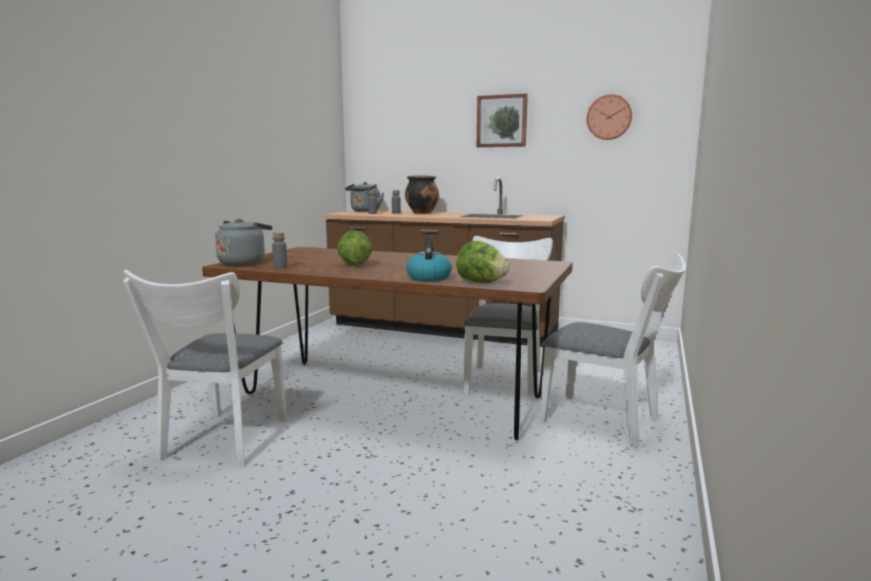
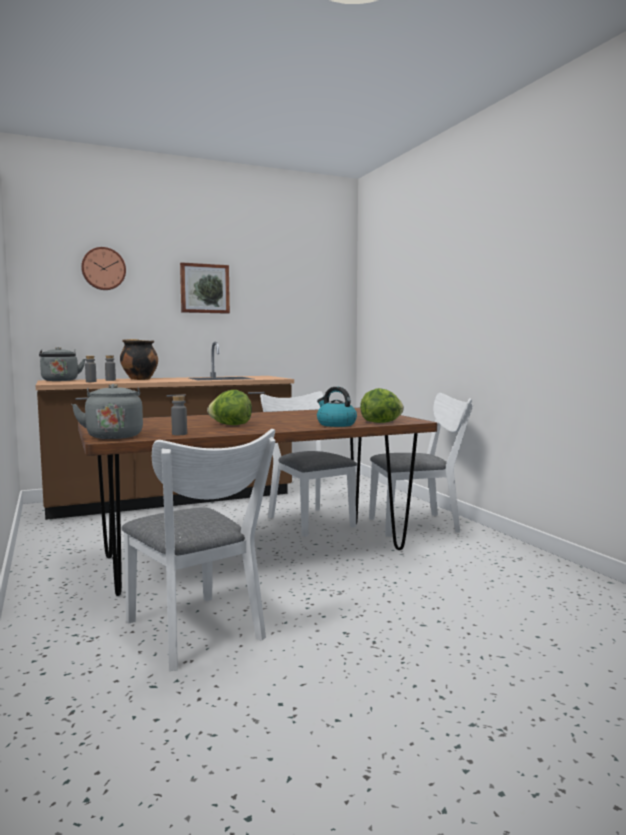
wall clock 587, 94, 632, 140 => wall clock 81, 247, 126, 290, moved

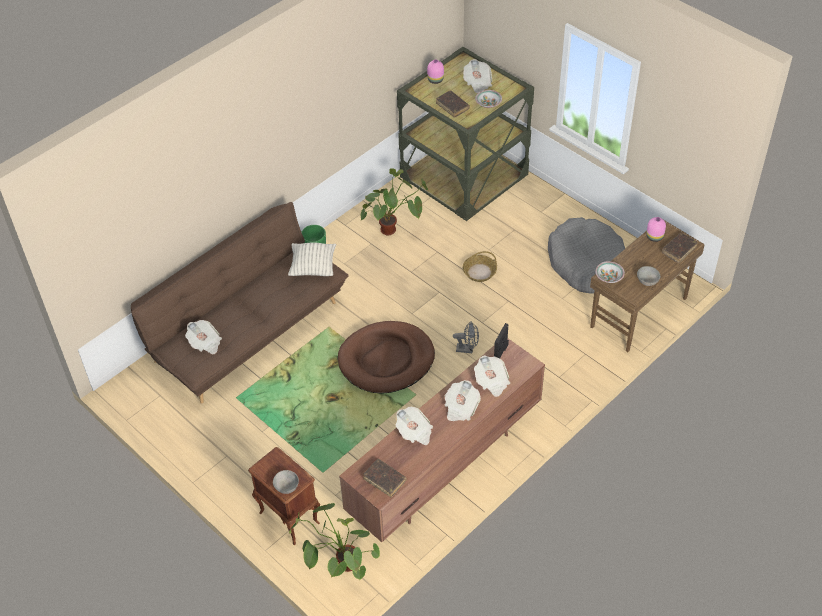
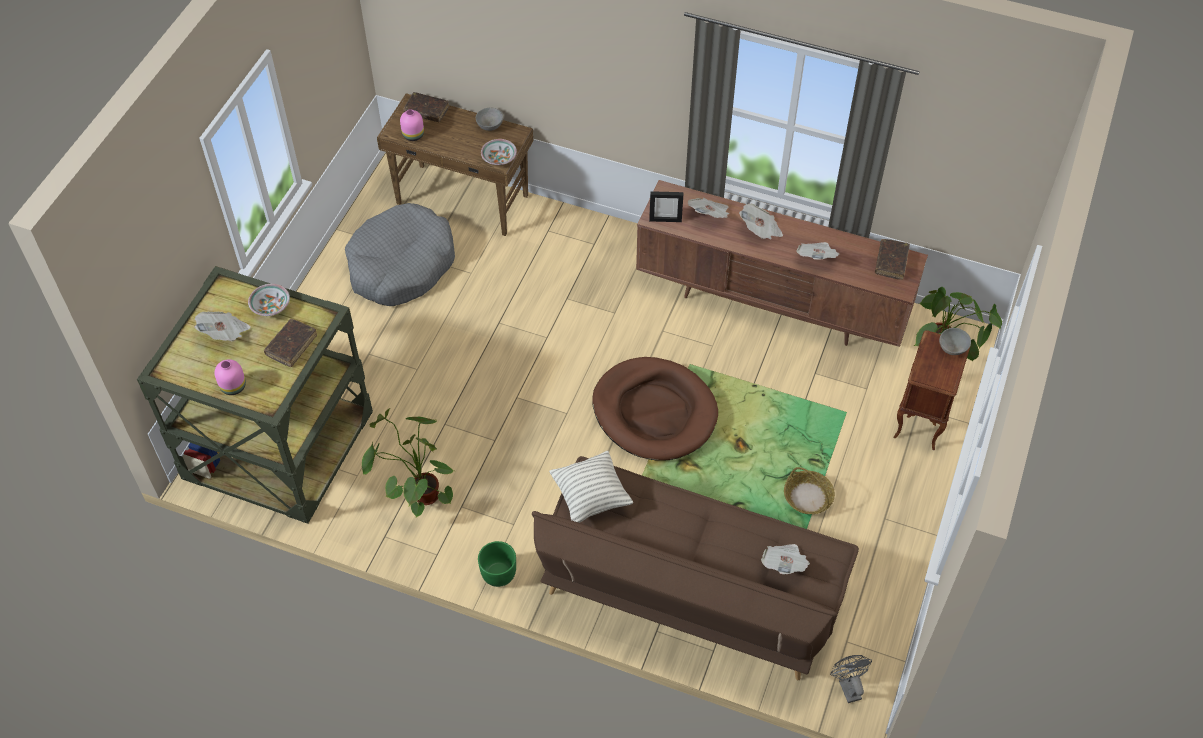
basket 463, 251, 497, 282 => basket 784, 467, 835, 514, moved
grey fan 453, 321, 479, 353 => grey fan 830, 655, 872, 703, moved

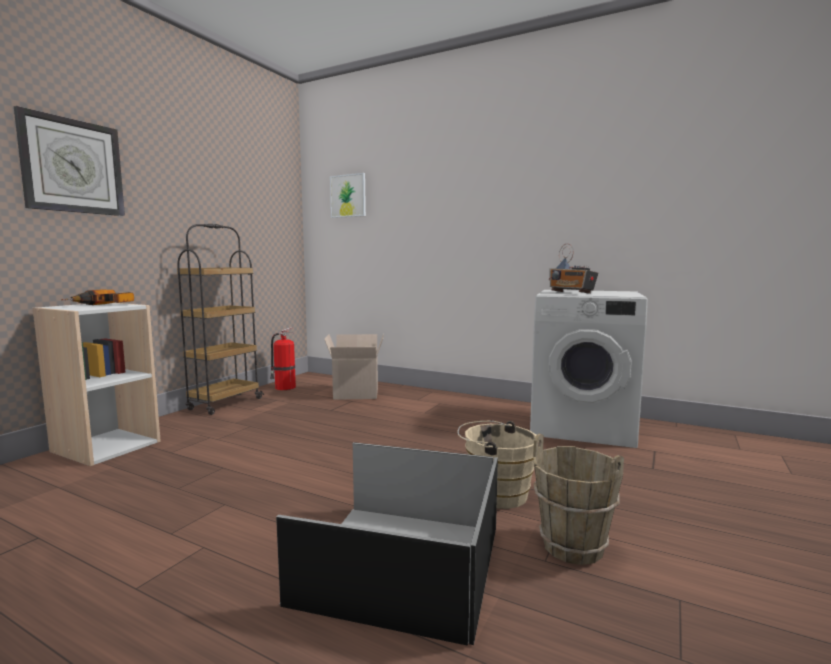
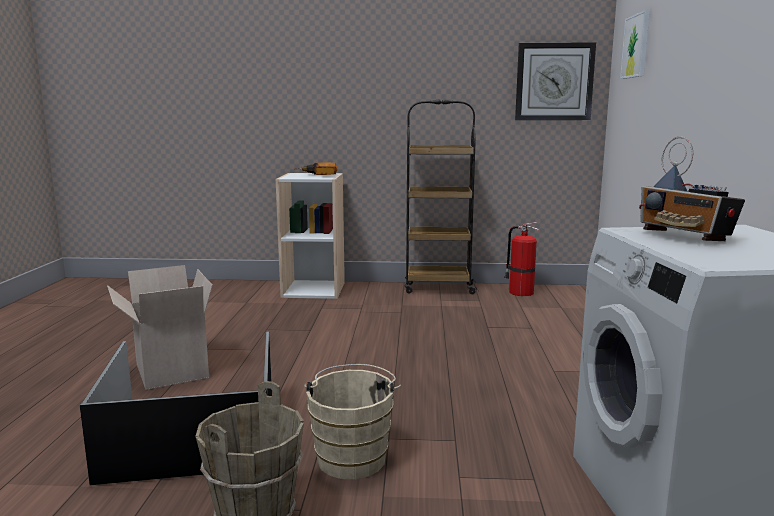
wall clock 14, 106, 125, 216 => wall clock 515, 42, 596, 120, moved
radio 549, 243, 598, 294 => radio 639, 136, 745, 241, 60 degrees counterclockwise
cardboard box 324, 333, 384, 400 => cardboard box 107, 265, 213, 390, moved

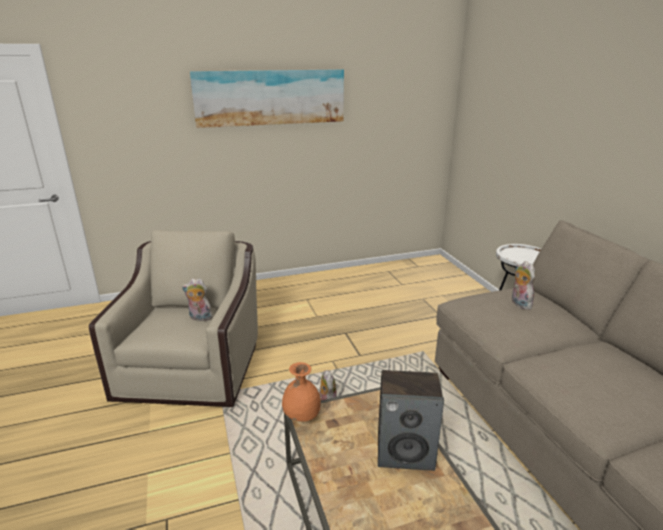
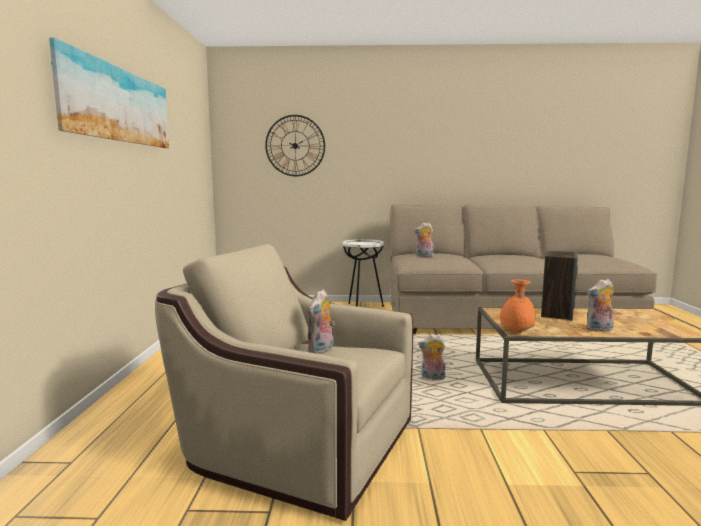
nothing => wall clock 265, 115, 325, 176
nothing => plush toy 586, 279, 616, 332

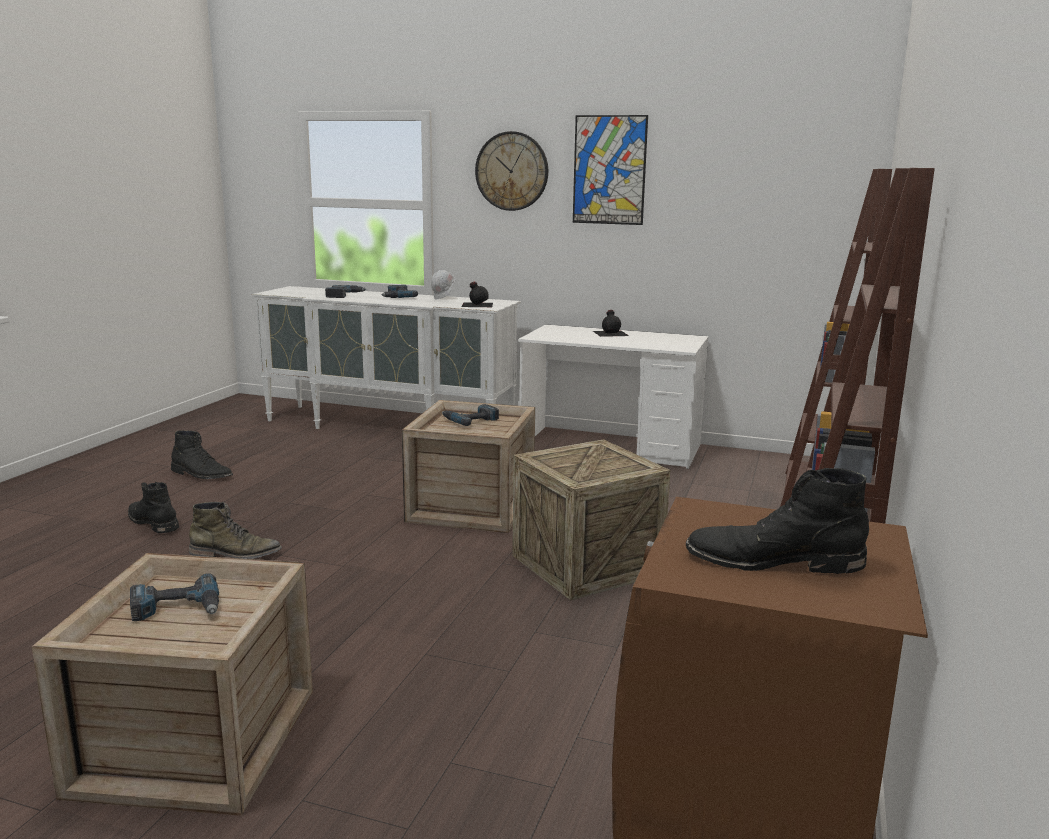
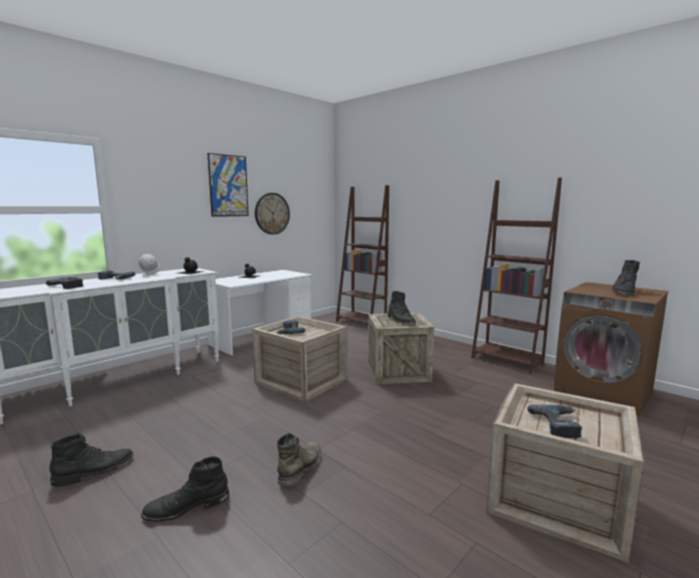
wall clock 475, 131, 548, 211 => wall clock 255, 193, 290, 235, moved
nothing => black boot 387, 291, 416, 324

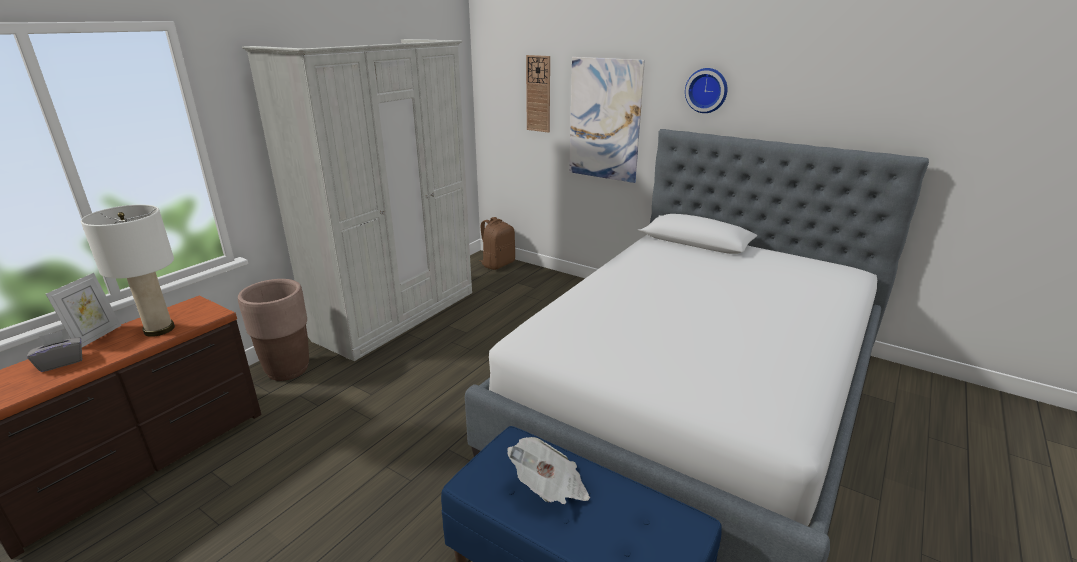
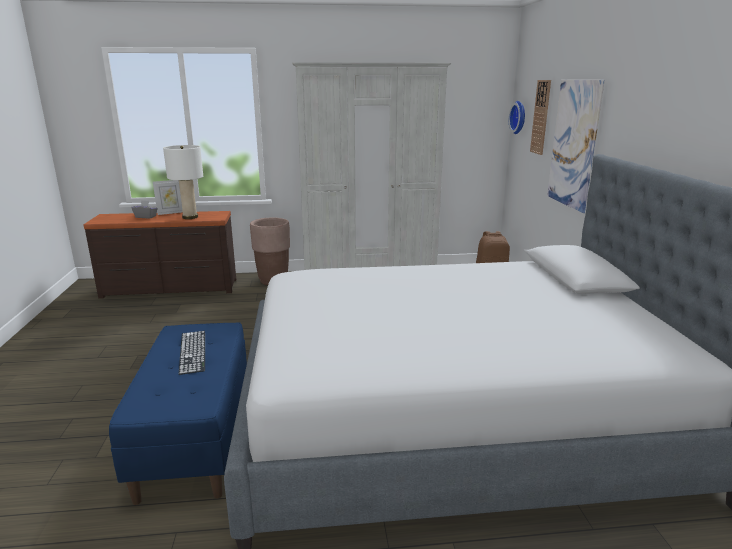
wall clock 685, 68, 727, 113 => wall clock 509, 101, 525, 134, moved
newspaper 507, 437, 590, 504 => keyboard 179, 331, 205, 375

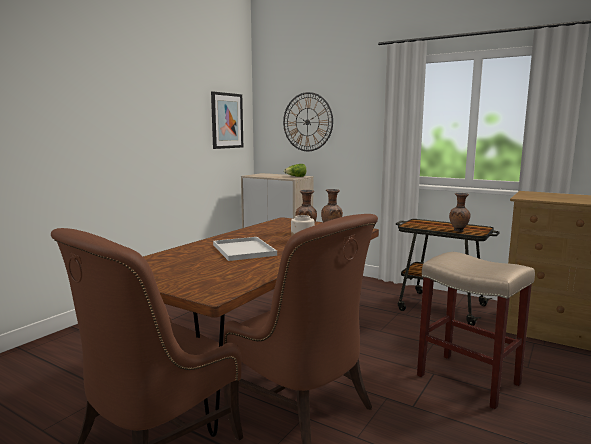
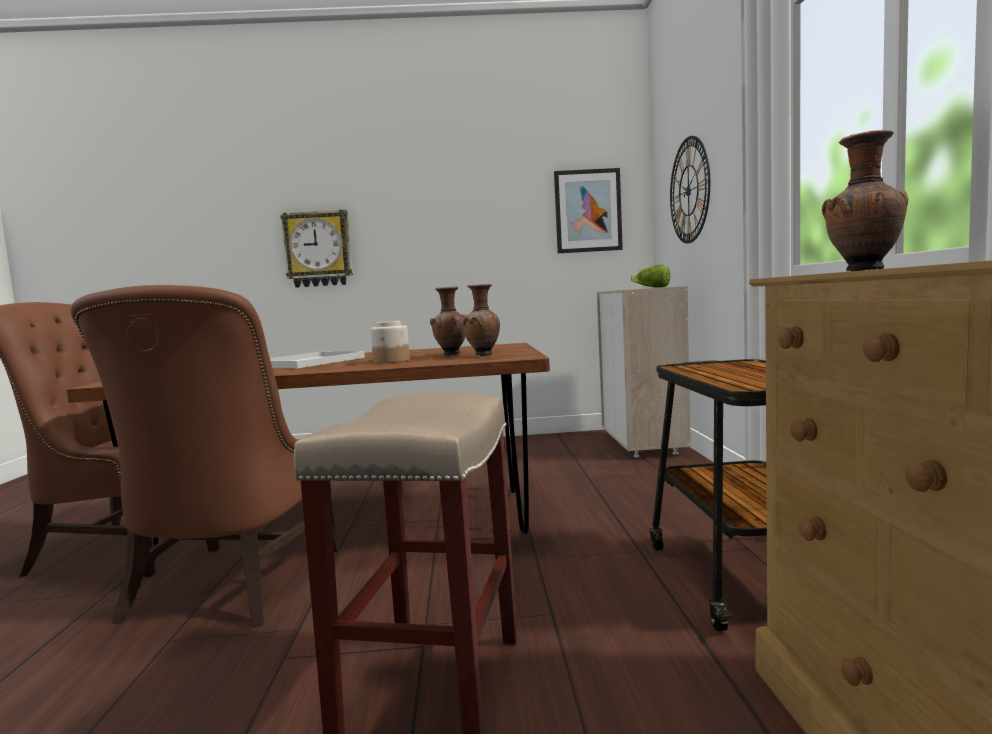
brown vase 449, 193, 471, 232 => brown vase 822, 130, 908, 272, moved
nothing => wall clock 280, 210, 353, 288

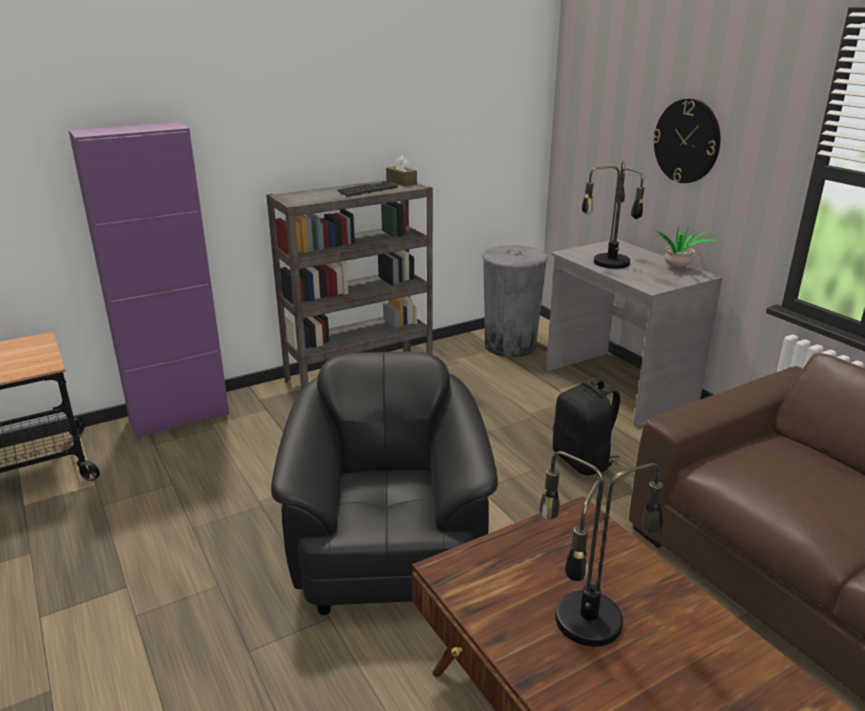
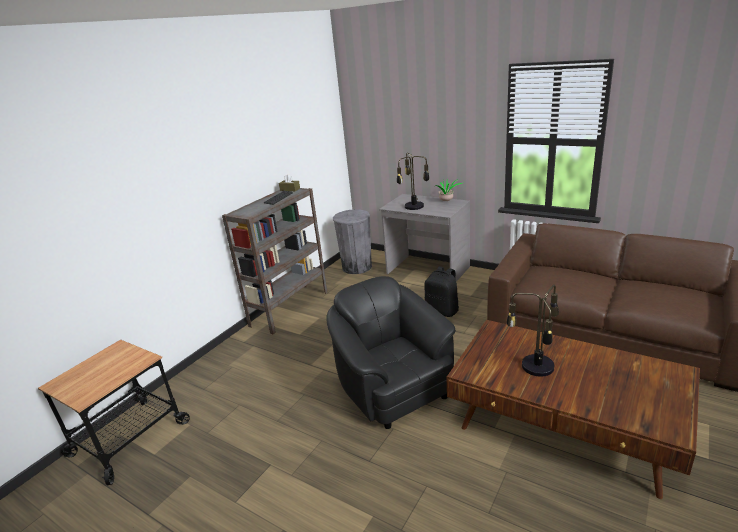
wall clock 652, 99, 720, 183 => nothing
purple cabinet 69, 122, 229, 439 => nothing

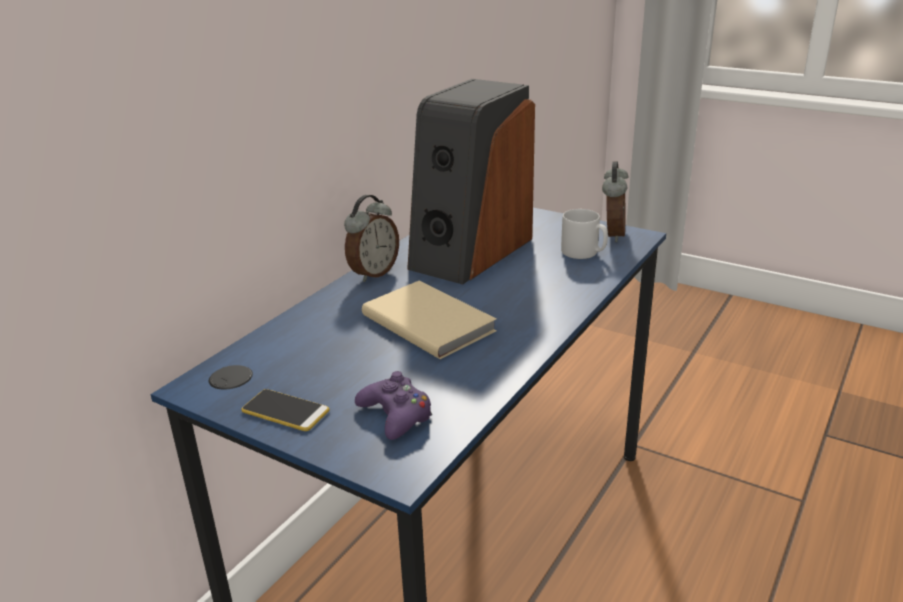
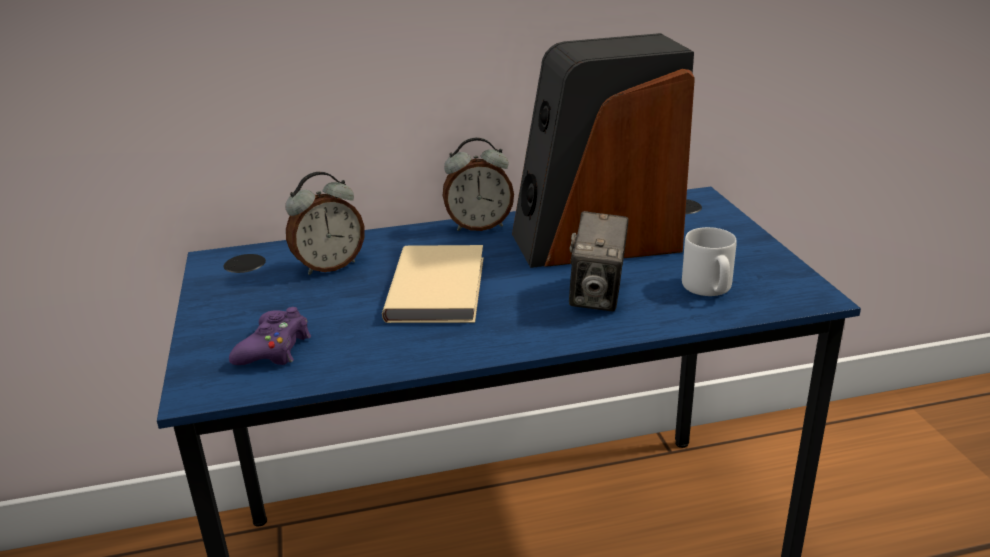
alarm clock 602, 161, 629, 242 => alarm clock 285, 172, 365, 275, moved
phone 241, 389, 329, 431 => nothing
nothing => photo camera 569, 211, 628, 311

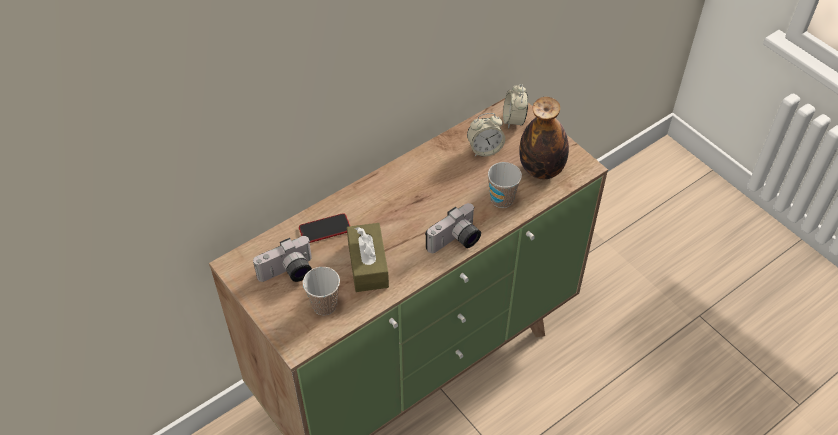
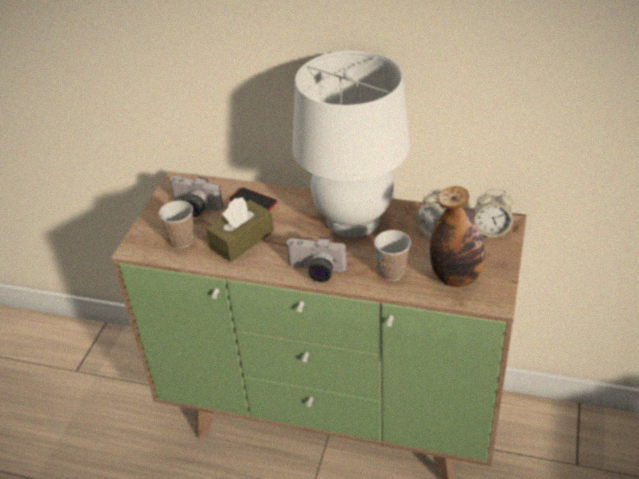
alarm clock 503, 84, 528, 129 => alarm clock 474, 189, 513, 237, 135 degrees counterclockwise
nothing => white table lamp 292, 51, 410, 237

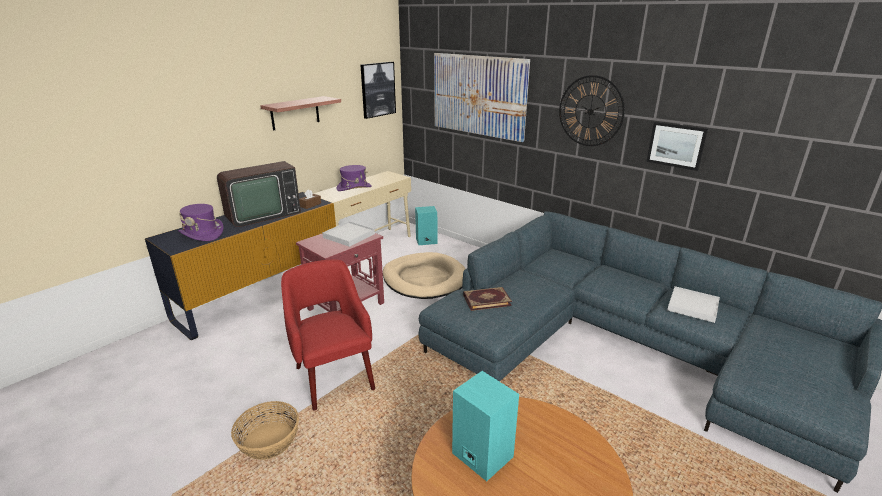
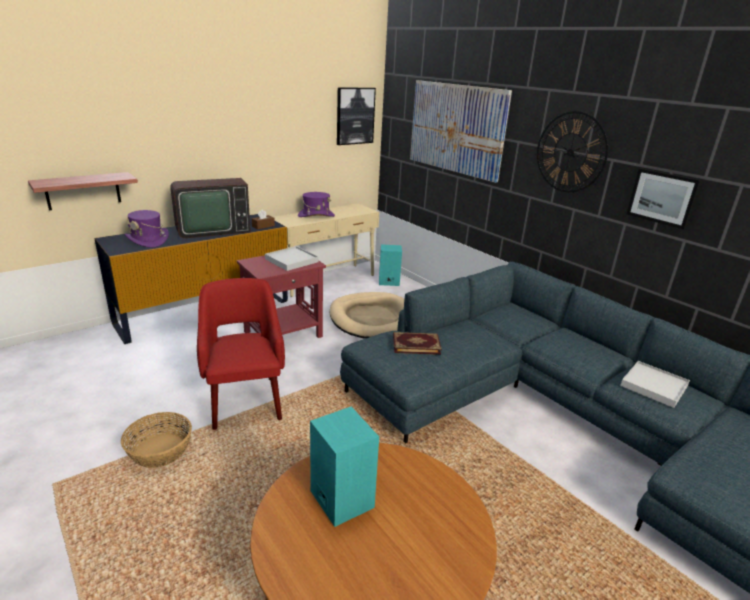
shelf 260, 96, 341, 130 => shelf 28, 172, 138, 210, moved

